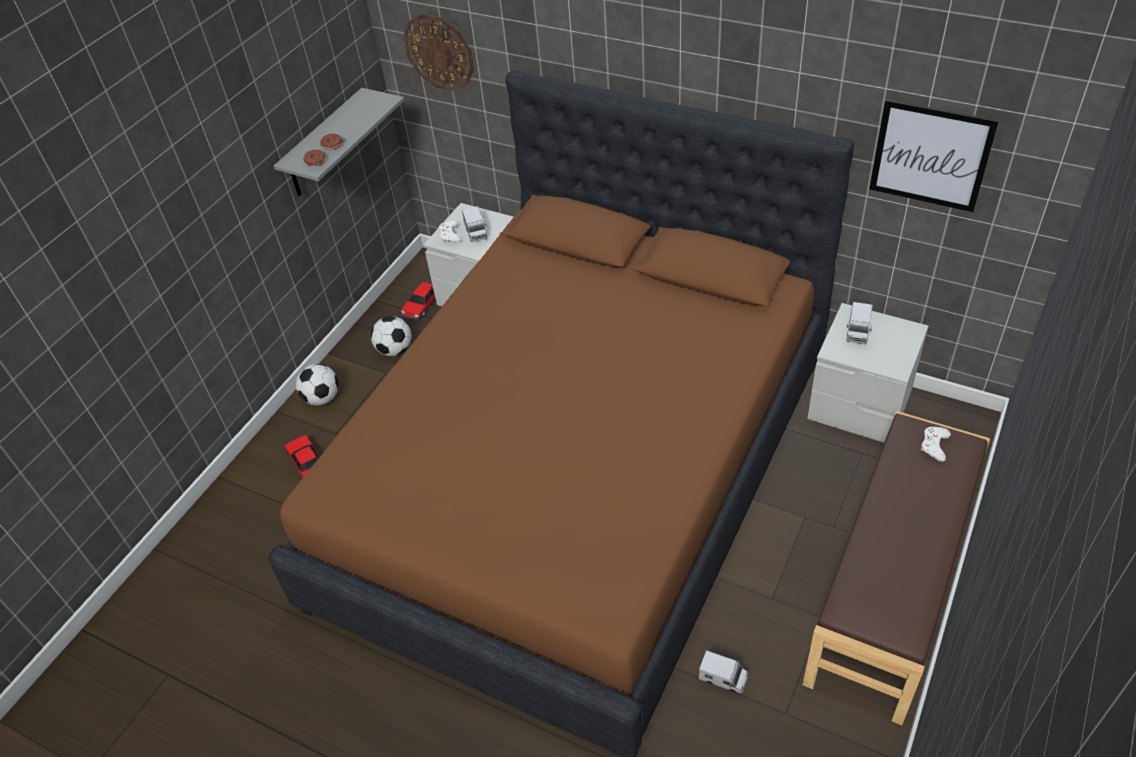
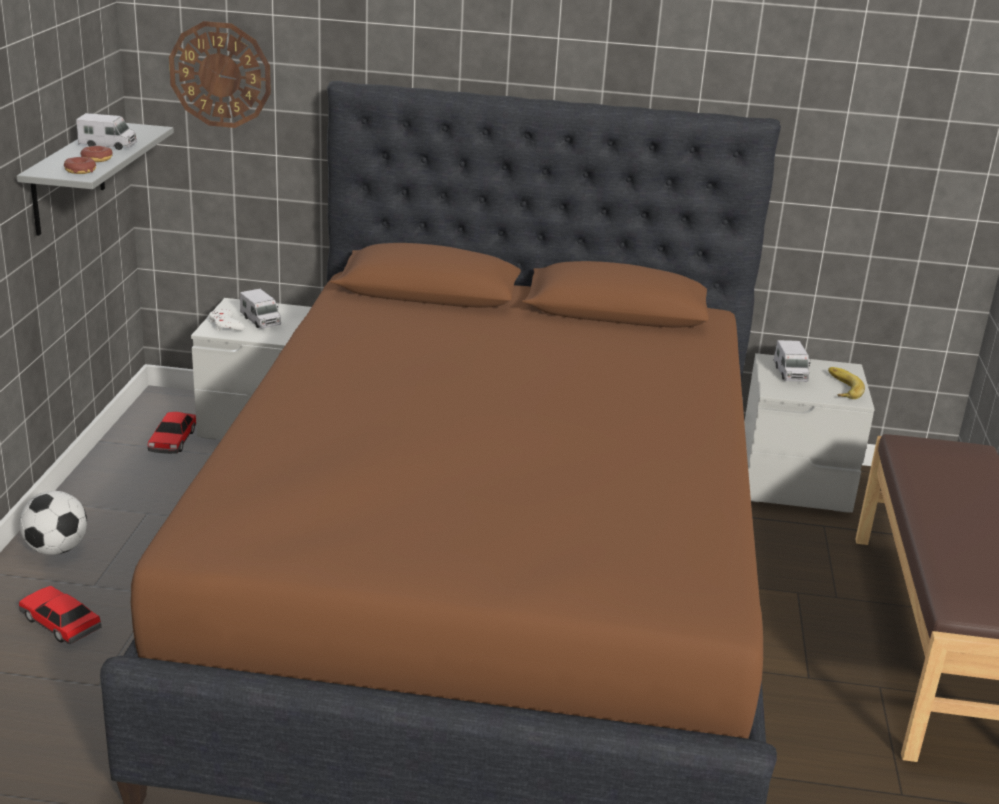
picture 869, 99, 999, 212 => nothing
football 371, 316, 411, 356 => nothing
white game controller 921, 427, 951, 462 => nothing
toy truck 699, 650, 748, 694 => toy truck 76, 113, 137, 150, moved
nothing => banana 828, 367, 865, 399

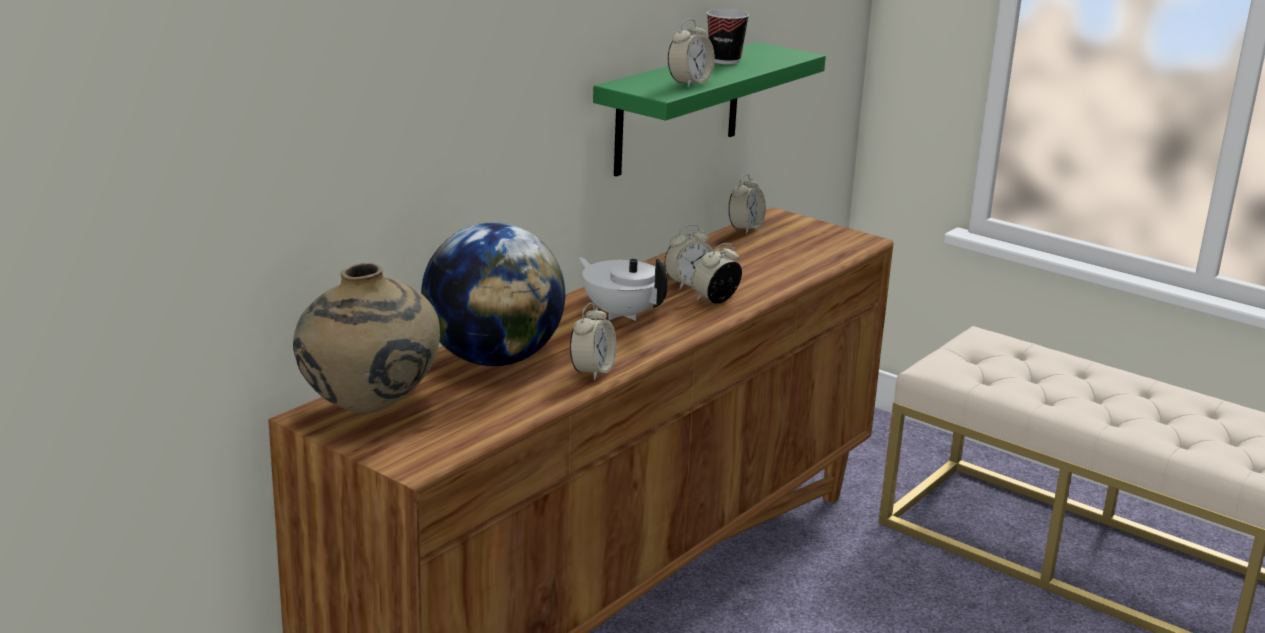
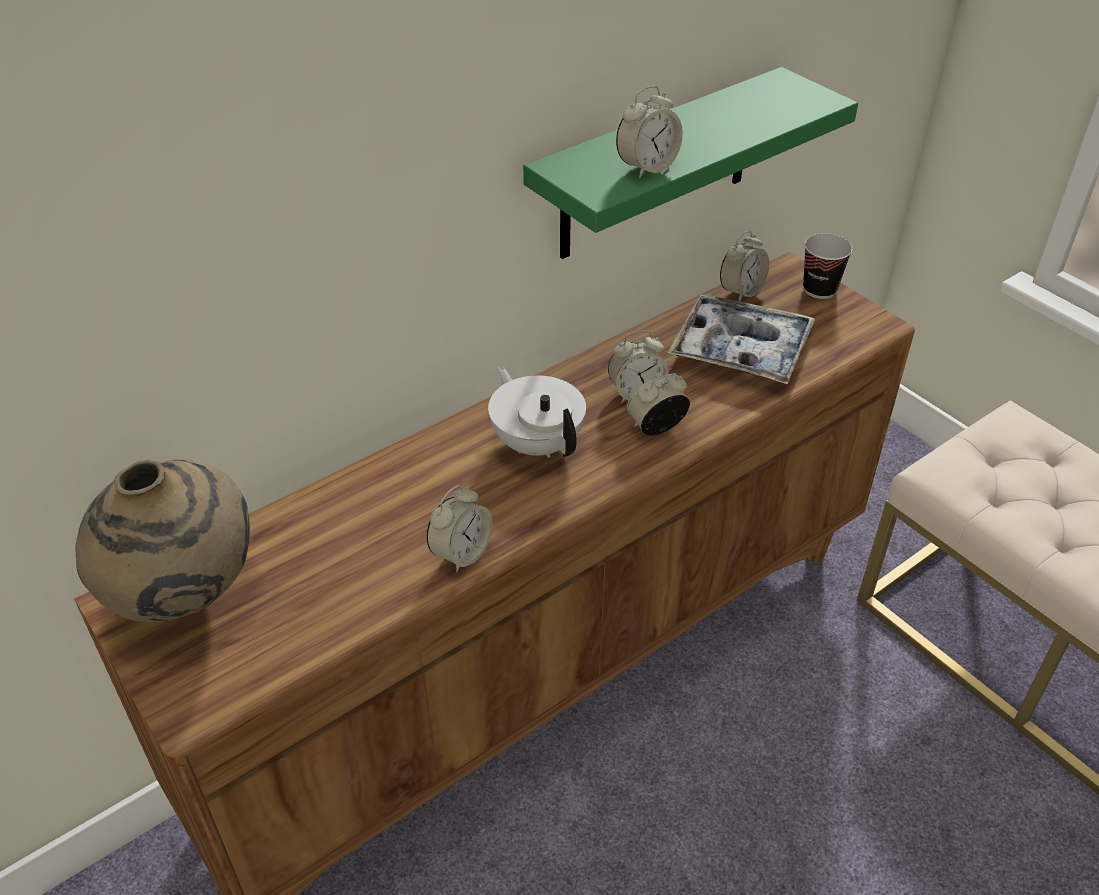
cup 707, 9, 749, 64 => cup 803, 233, 853, 299, moved
globe 421, 223, 565, 366 => nothing
nothing => tray 667, 294, 815, 384

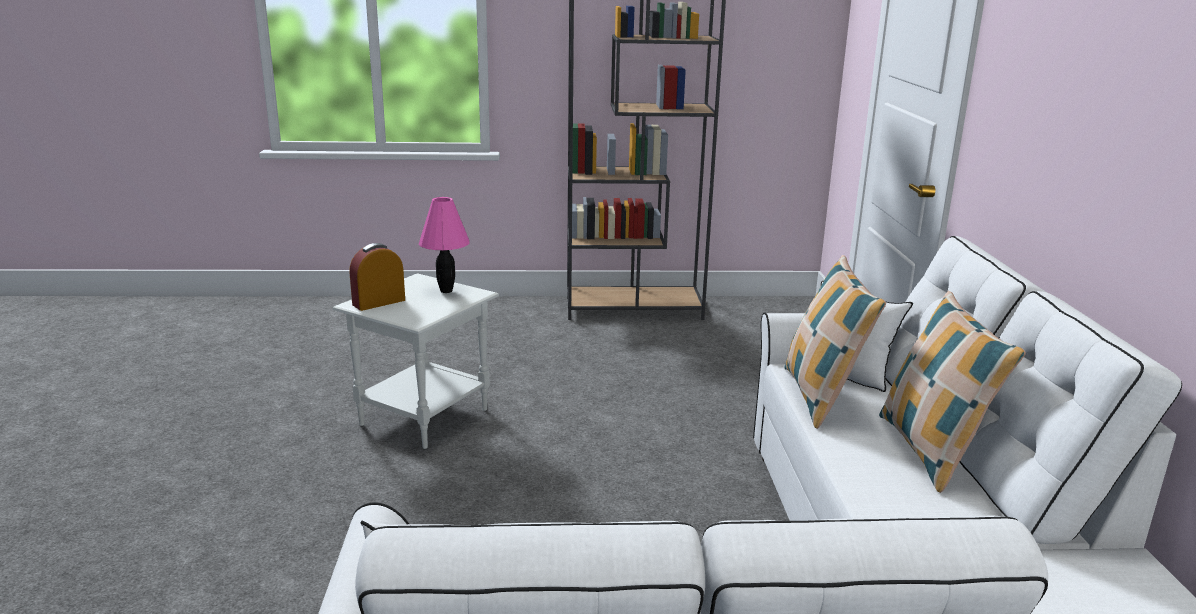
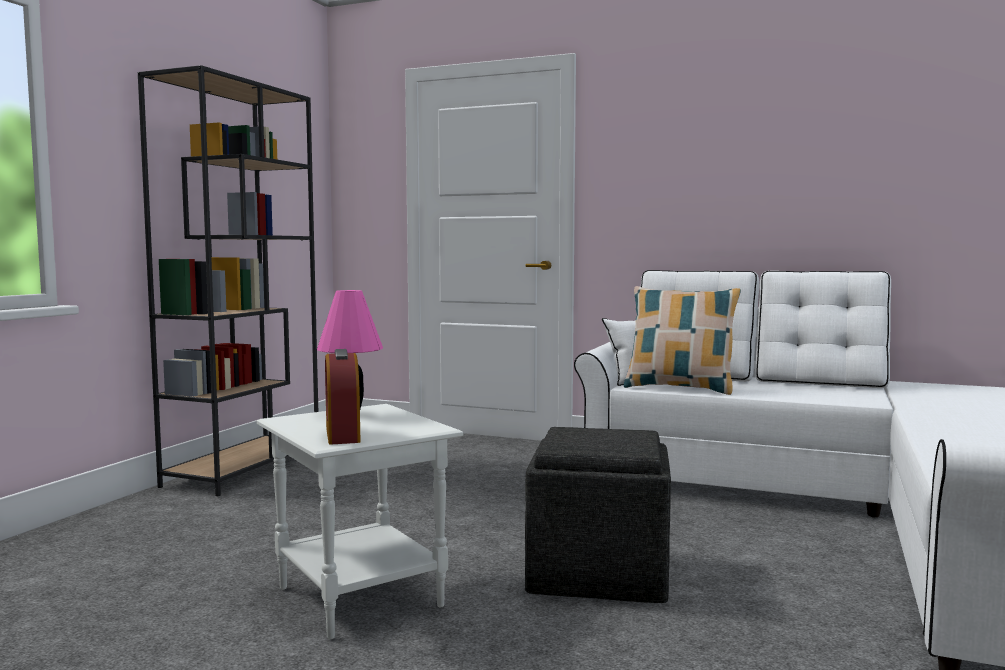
pillow 879, 291, 1026, 493 => nothing
nothing => grey ottoman 525, 427, 671, 603

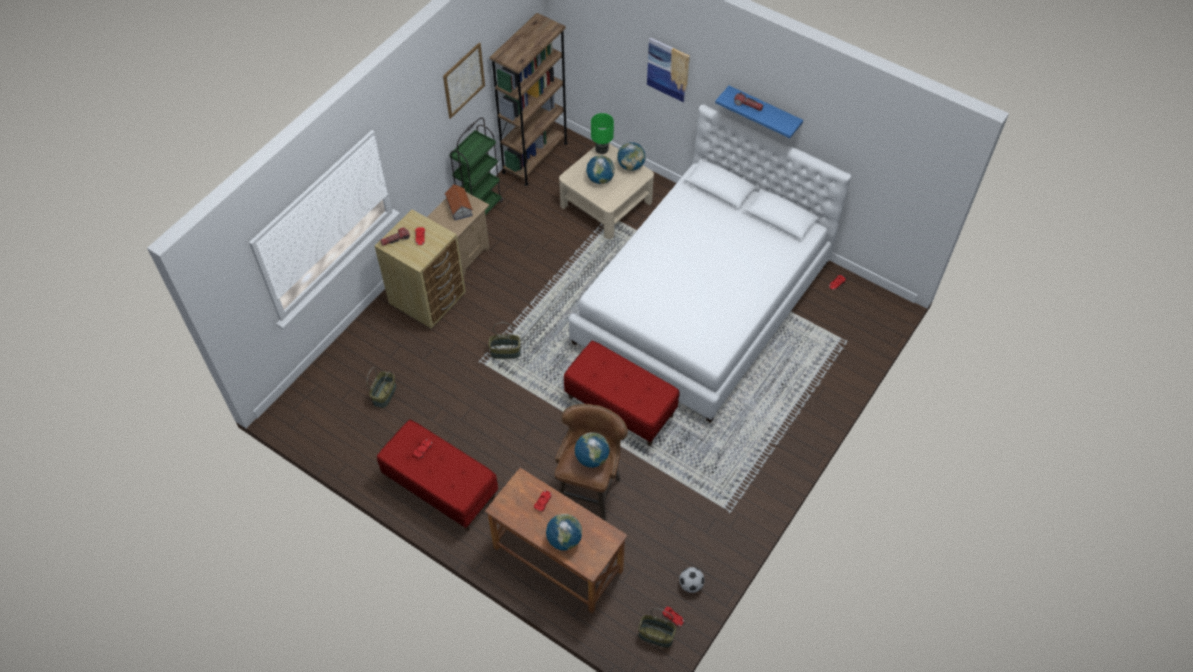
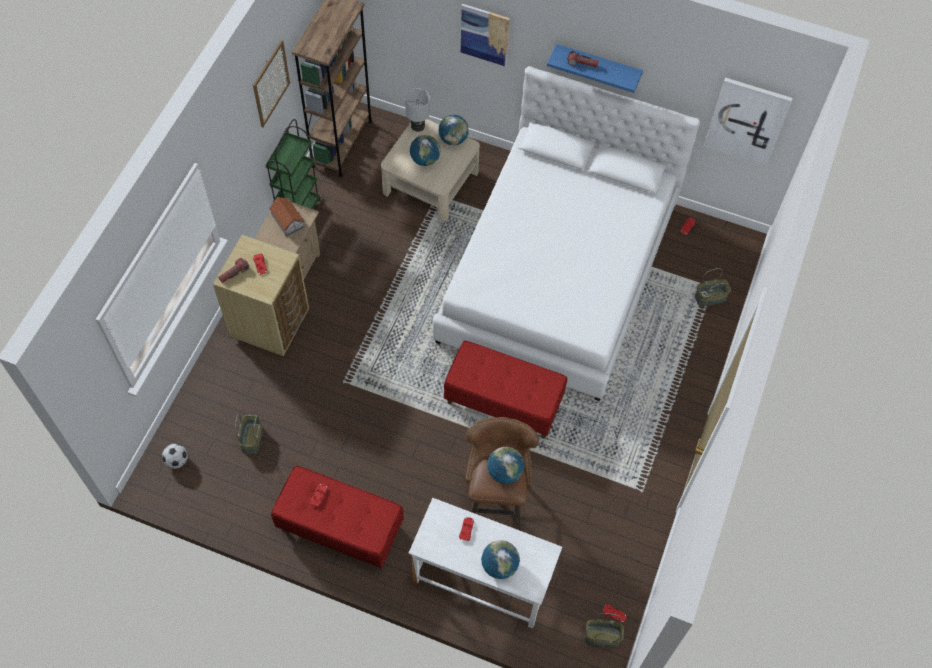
green table lamp 591, 113, 614, 154 => grey table lamp 405, 88, 430, 131
basket 489, 322, 521, 359 => basket 695, 268, 731, 306, moved
brown desk 484, 468, 628, 614 => white desk 409, 498, 562, 629
football 679, 567, 705, 593 => football 162, 444, 188, 469, moved
nothing => picture 704, 78, 793, 166

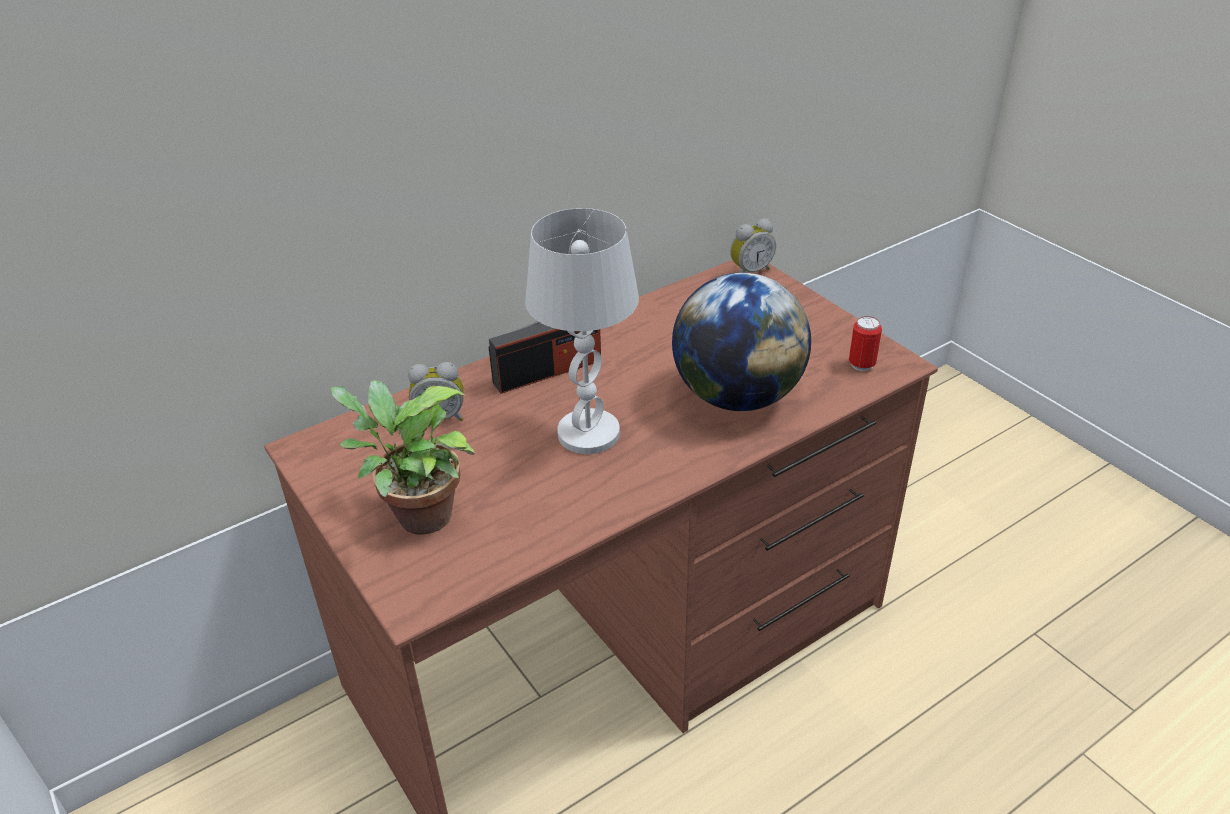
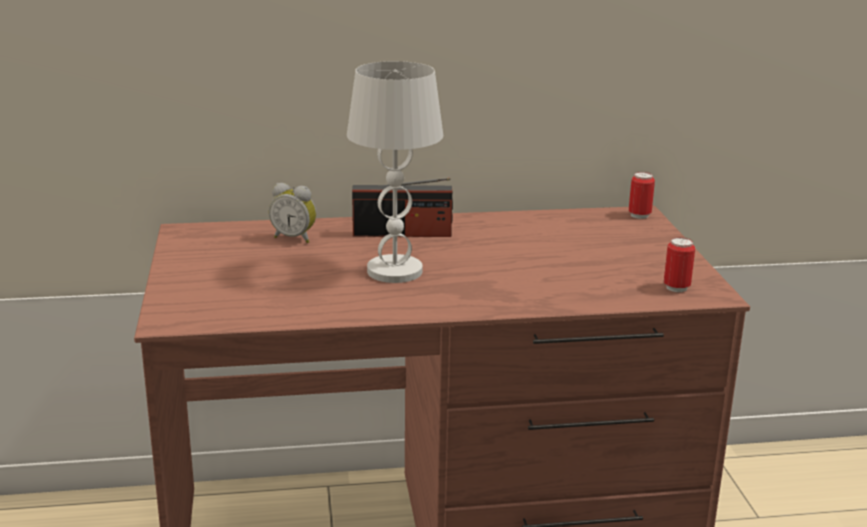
alarm clock 730, 219, 776, 273 => can 629, 172, 655, 219
globe 672, 273, 811, 411 => nothing
potted plant 330, 380, 475, 535 => nothing

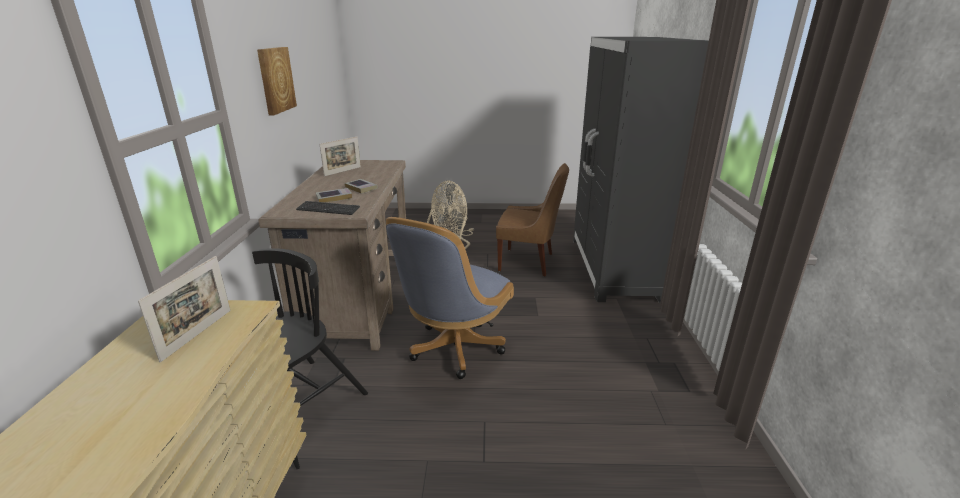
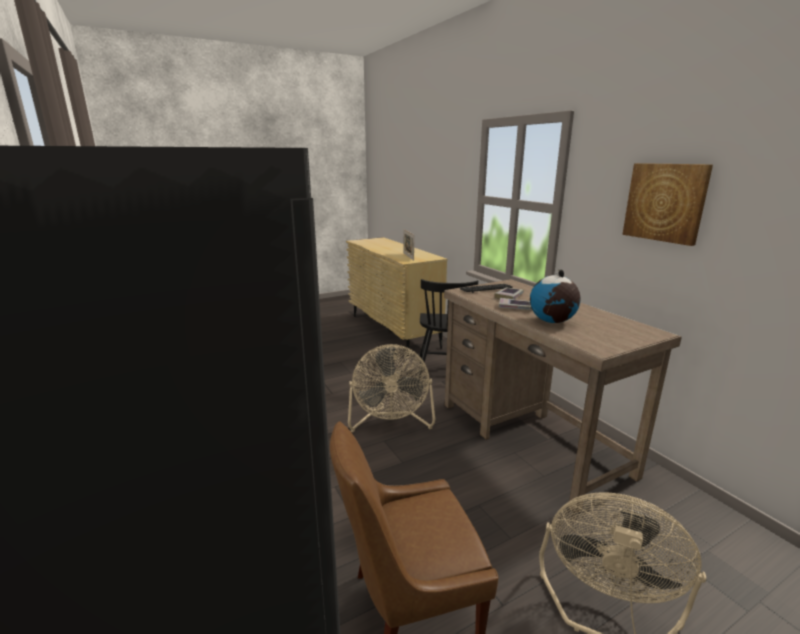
picture frame 320, 137, 361, 176 => nothing
blue office chair 386, 217, 514, 379 => beige fan 348, 344, 435, 432
nothing => globe 530, 270, 581, 323

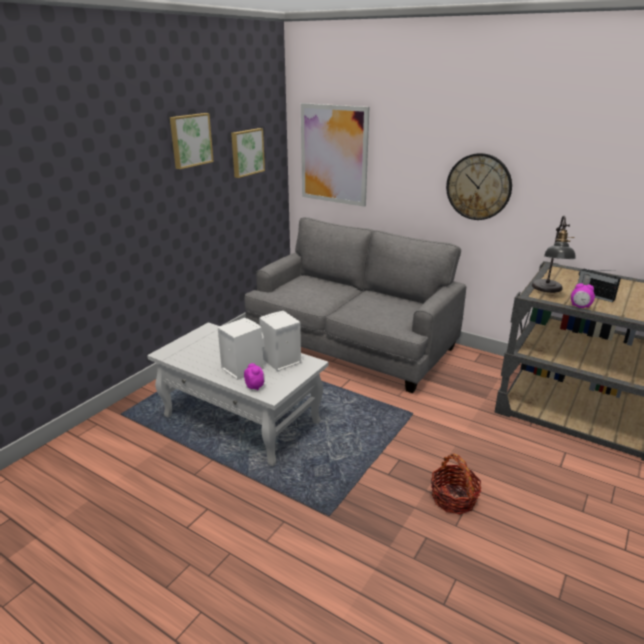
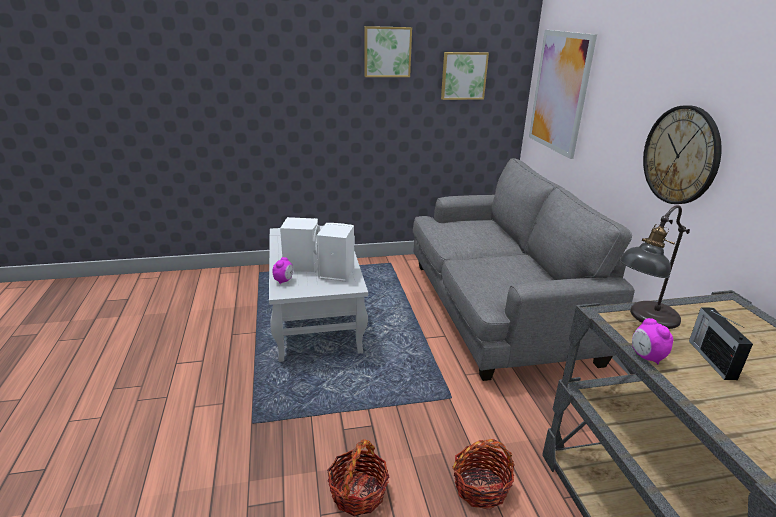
nothing => basket 453, 439, 515, 510

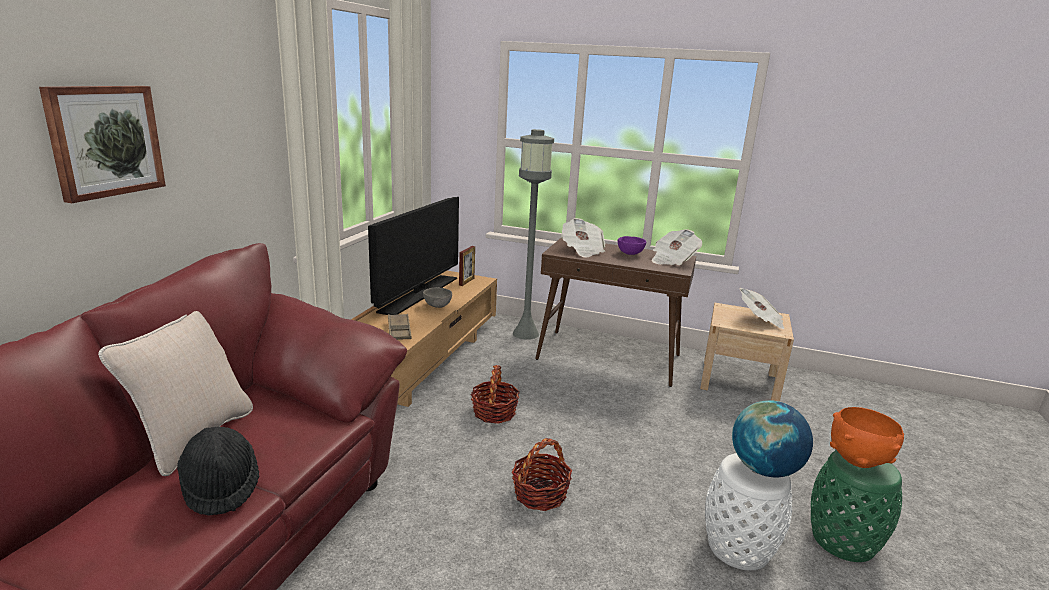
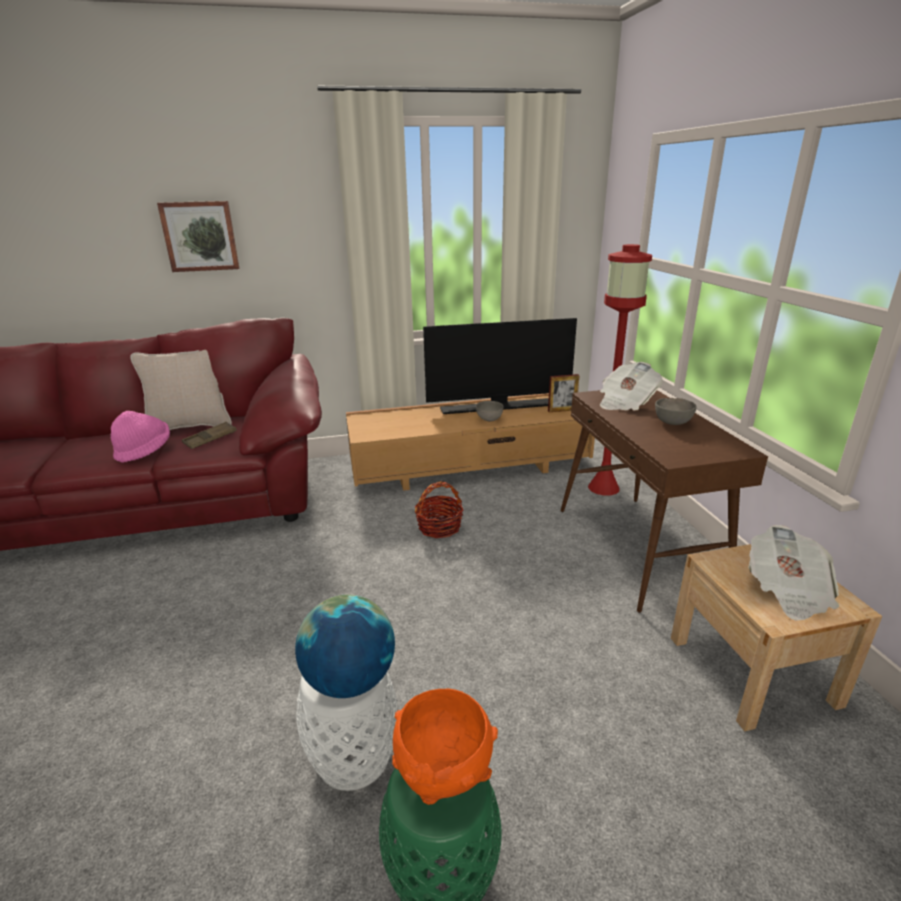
grey floor lamp 513, 129, 554, 340 => red floor lamp 588, 244, 652, 496
newspaper 651, 229, 702, 265 => nothing
purple bowl 618, 236, 646, 255 => grey bowl 655, 398, 697, 425
brown tray 388, 314, 412, 340 => brown tray 182, 422, 237, 449, moved
black hat 177, 427, 259, 516 => pink hat 111, 411, 170, 463
basket 512, 438, 572, 511 => nothing

